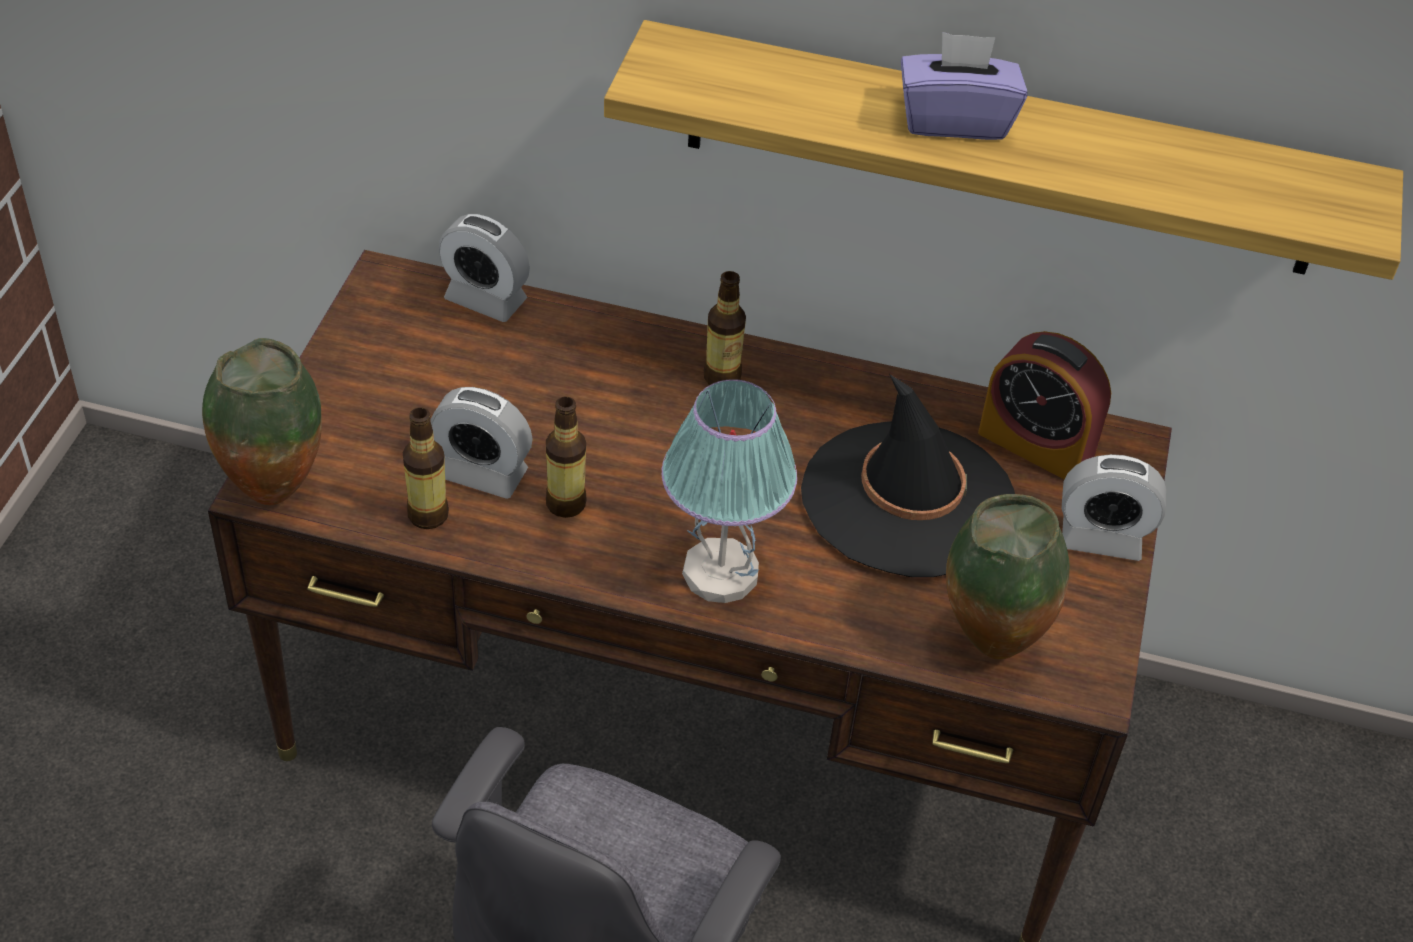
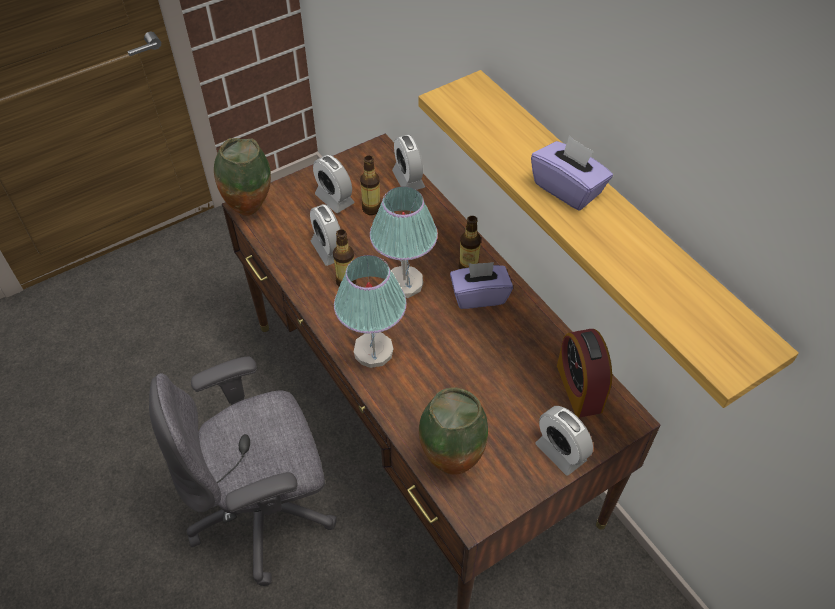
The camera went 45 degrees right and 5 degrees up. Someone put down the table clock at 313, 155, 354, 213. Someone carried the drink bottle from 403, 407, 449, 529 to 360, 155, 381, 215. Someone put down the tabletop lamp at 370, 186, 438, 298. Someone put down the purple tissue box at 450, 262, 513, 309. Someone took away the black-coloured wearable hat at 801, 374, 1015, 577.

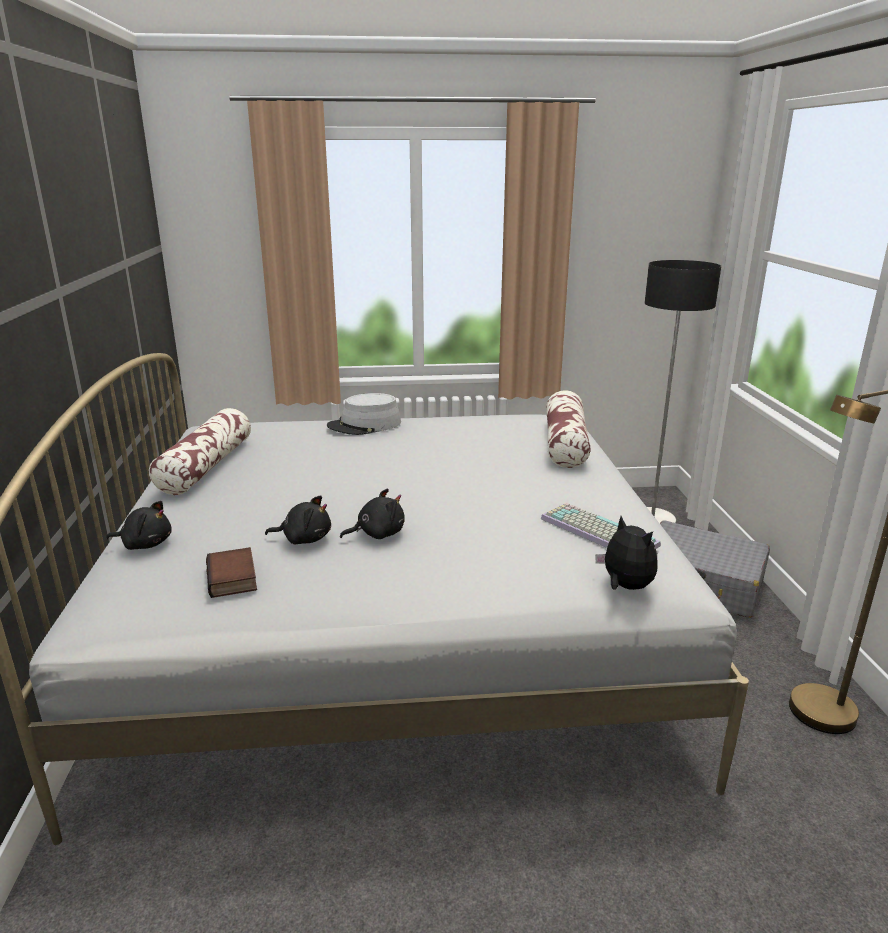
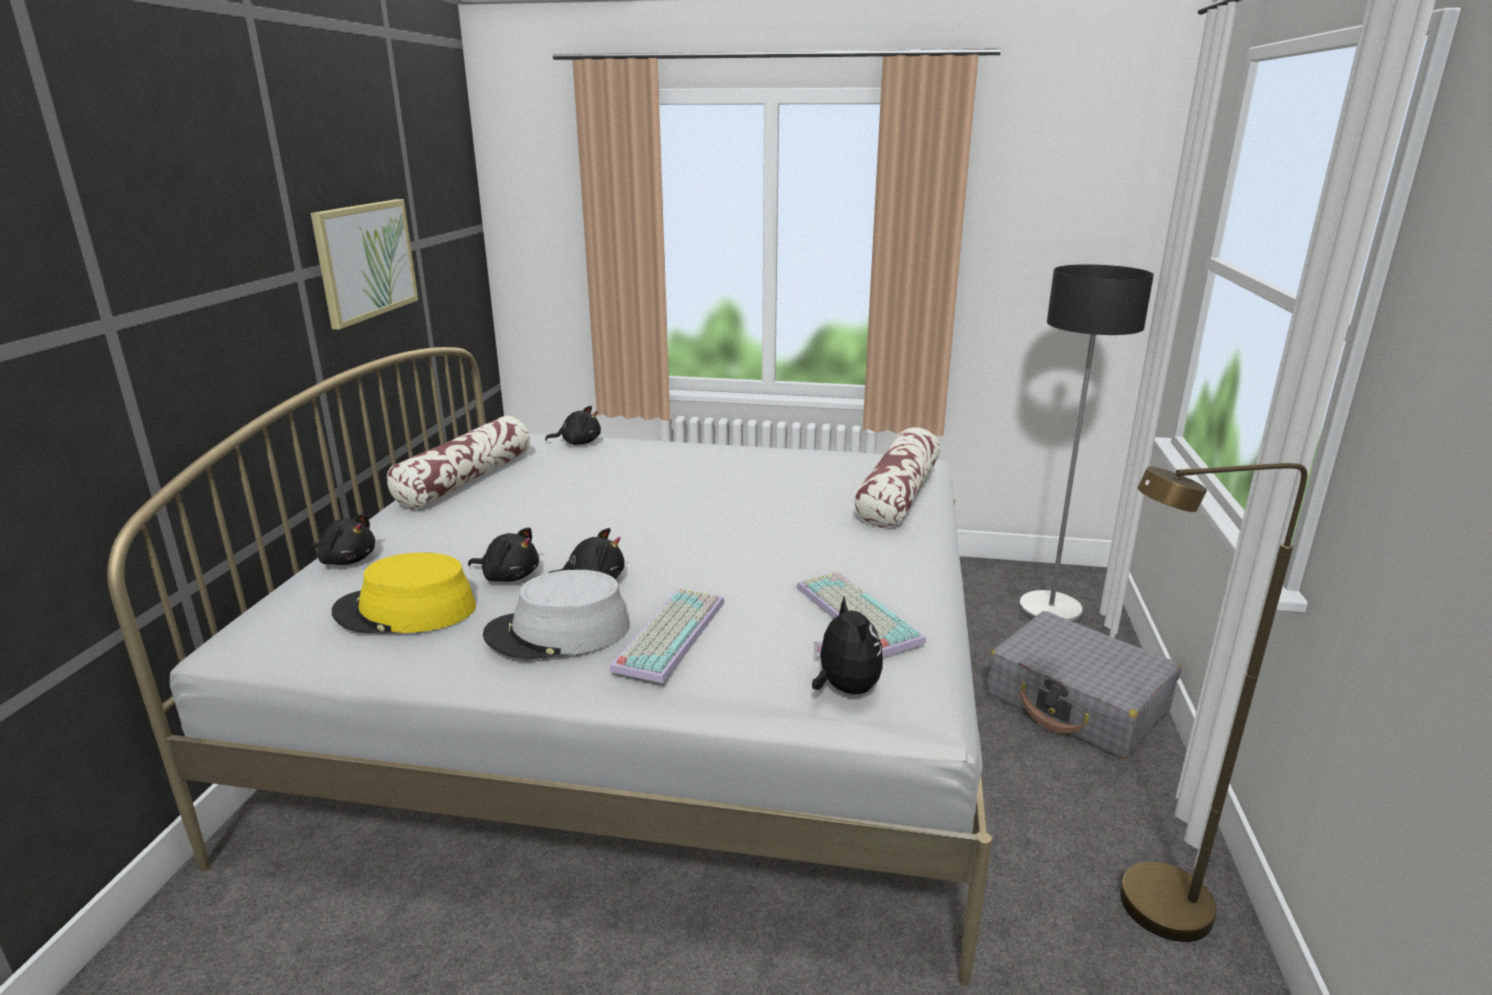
The camera went 15 degrees right and 0 degrees up. Someone put up the wall picture at 311, 199, 418, 330. Someone swapped the bound book at 206, 547, 257, 598 for the yellowish wearable hat at 332, 552, 476, 634. Someone carried the greyish wearable hat from 327, 393, 401, 435 to 483, 570, 630, 659. Someone put down the black-coloured cuddly toy at 545, 406, 601, 445. Someone put down the PC keyboard at 610, 588, 724, 683.

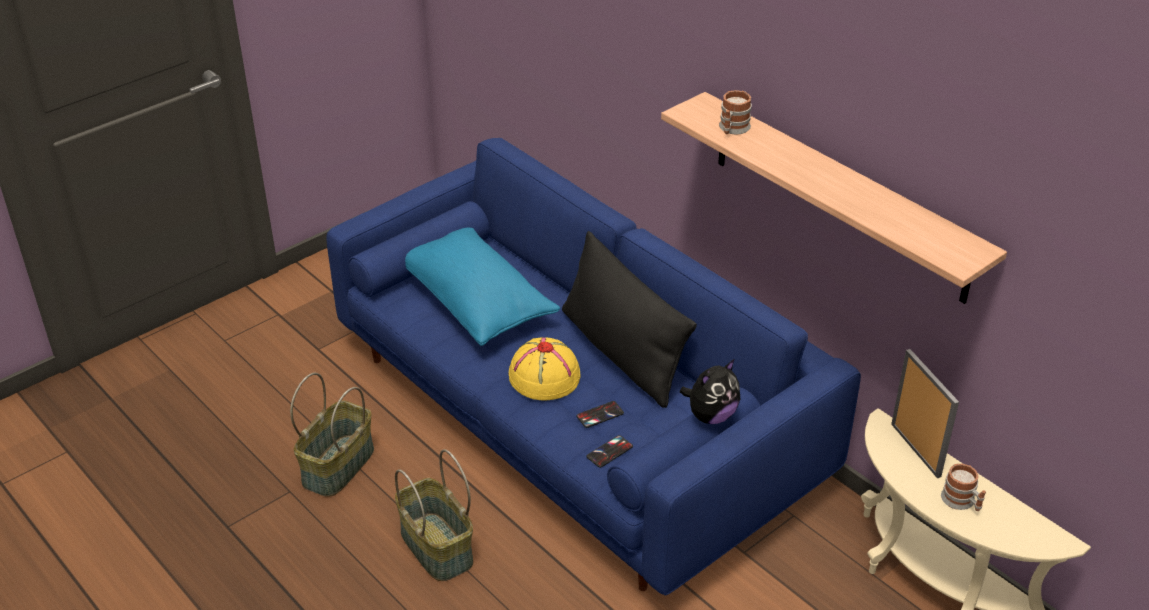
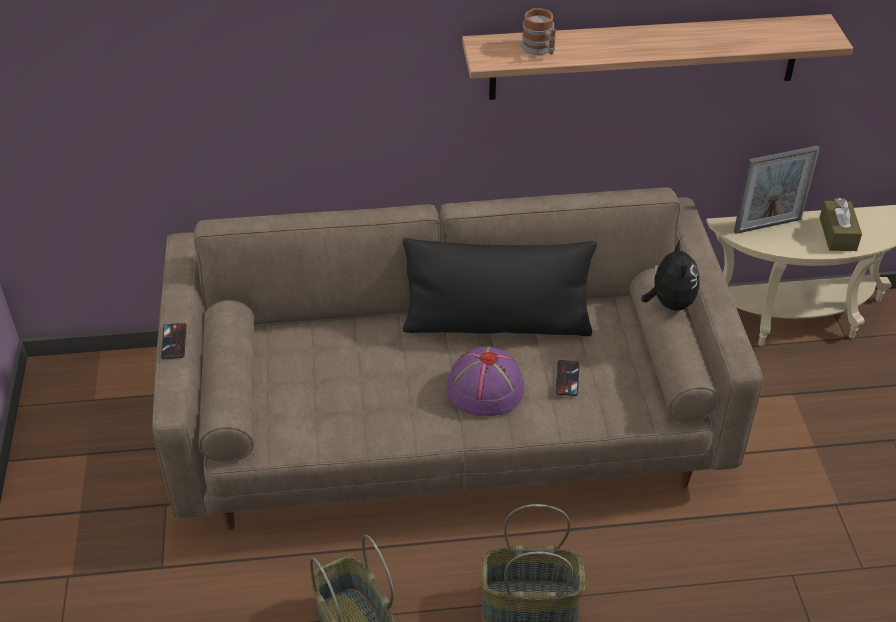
The camera went 55 degrees left and 5 degrees up. Someone repainted the blue-coloured settee at 326, 138, 861, 596, which became the beige-coloured settee at 152, 187, 763, 530. Someone carried the handset from 586, 435, 633, 468 to 161, 323, 186, 359. Someone repainted the yellowish wearable hat at 508, 337, 581, 401, which became the purple wearable hat at 447, 346, 524, 416. Someone rotated the standing frame at 891, 349, 959, 478 by 150 degrees clockwise. Someone swapped the mug at 941, 464, 986, 511 for the brownish tissue box at 820, 198, 862, 251. Someone took away the blue-coloured pillow at 405, 227, 560, 346.

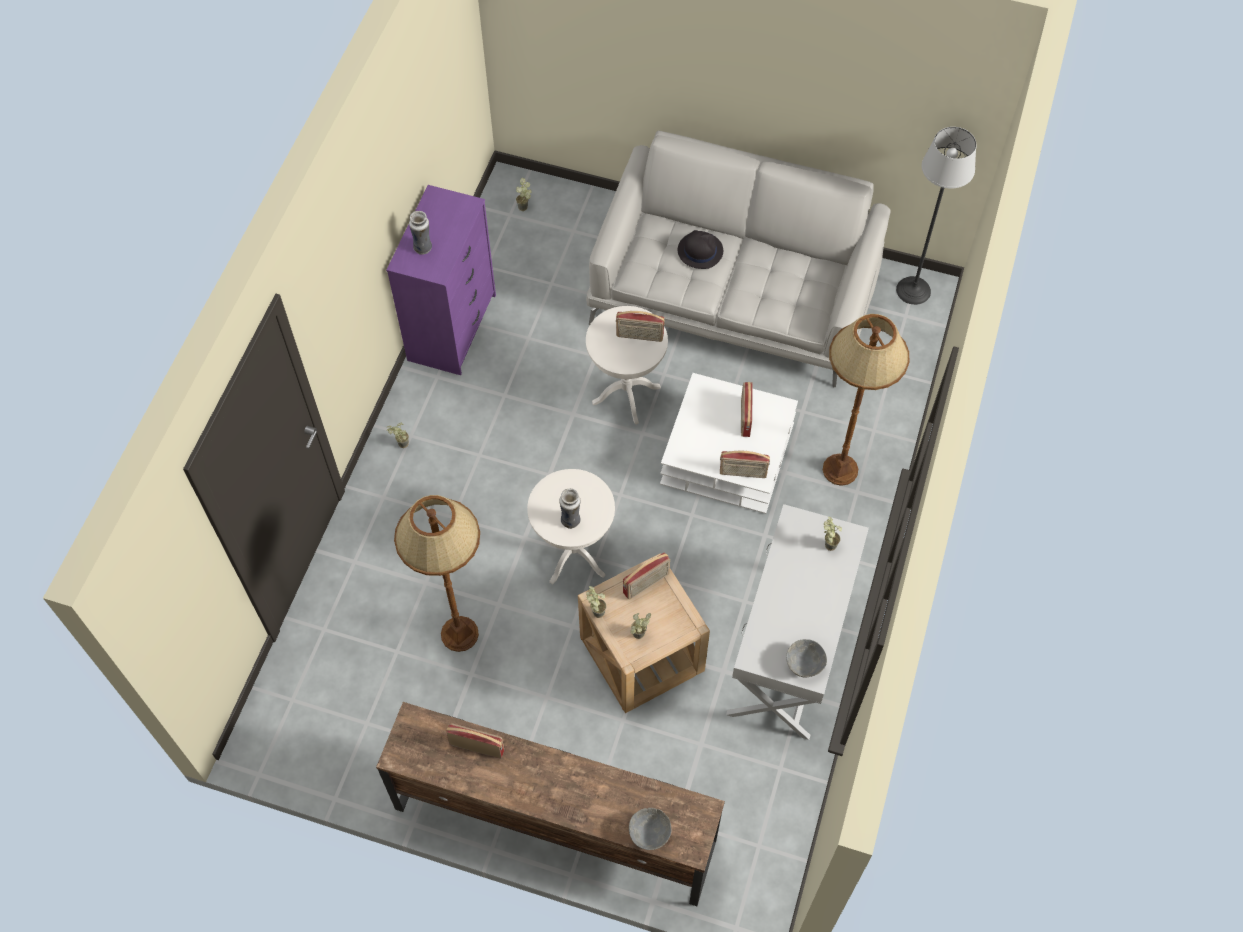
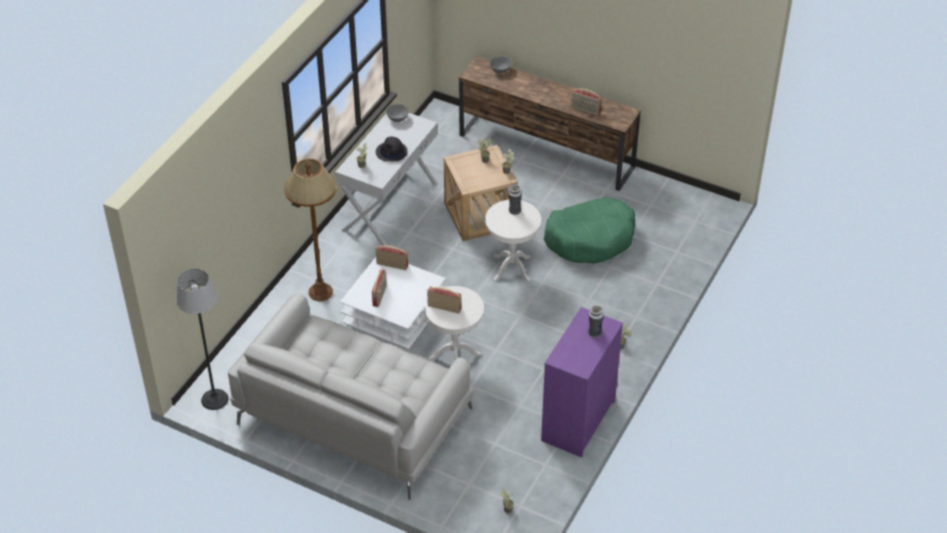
The camera went 170 degrees left and 15 degrees down. Someone carried the black-coloured wearable hat from 678, 230, 723, 269 to 376, 137, 408, 162. Someone swapped the brownish standard lamp at 394, 495, 480, 652 for the greenish pet bed at 544, 198, 635, 264. Someone took away the radio set at 623, 552, 670, 600.

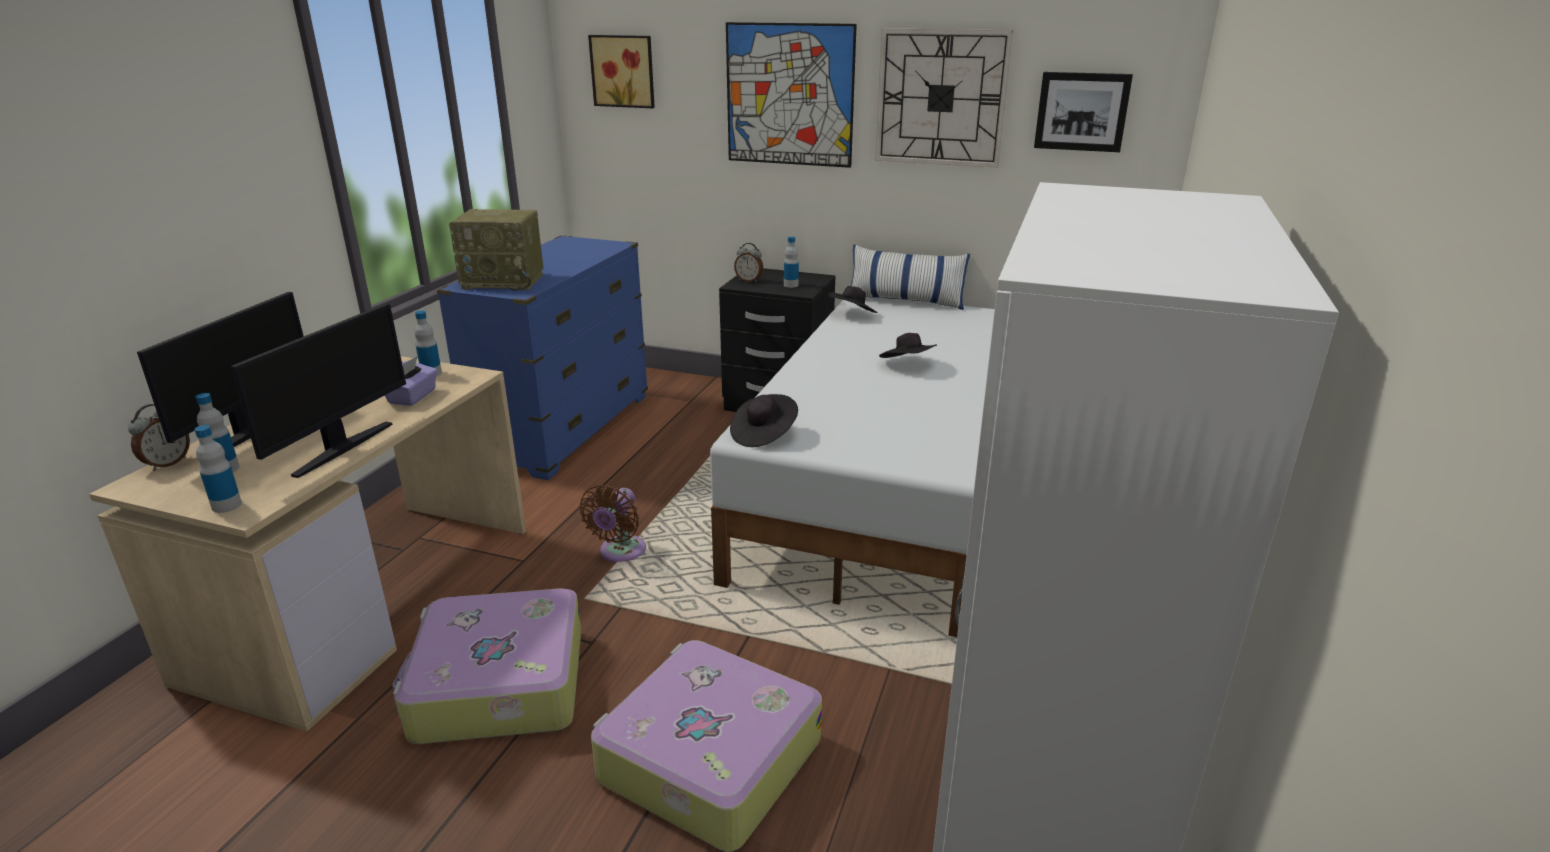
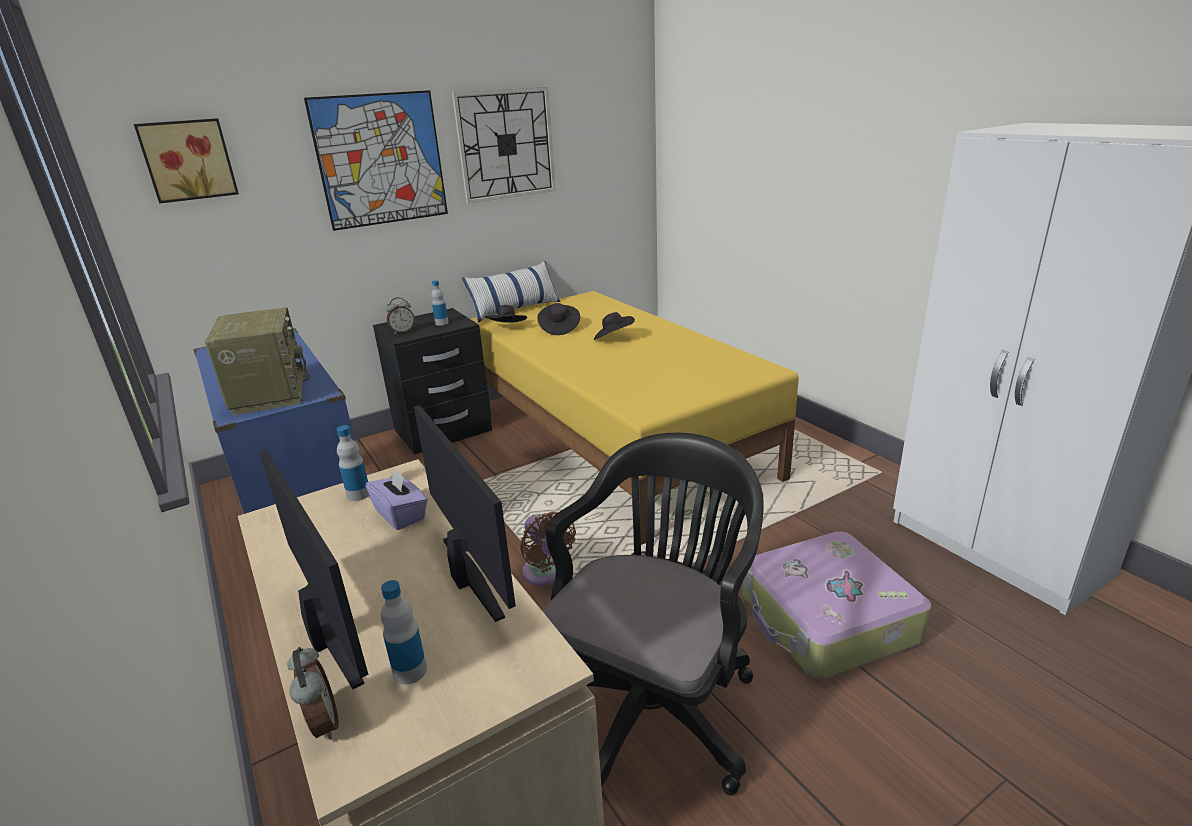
The camera went 50 degrees left and 0 degrees up. Someone rotated the radio set at 449, 209, 543, 290 by 60 degrees counterclockwise. Someone repainted the whitish sleeping bed at 710, 297, 995, 637, which became the yellowish sleeping bed at 471, 291, 799, 545. Someone carried the black-coloured wearable hat from 730, 394, 798, 447 to 537, 303, 580, 335. Someone swapped the suitcase at 392, 588, 581, 744 for the black-coloured office chair at 542, 433, 764, 795. Someone took away the drink bottle at 194, 425, 242, 513. Someone took away the wall picture at 1034, 72, 1133, 152.

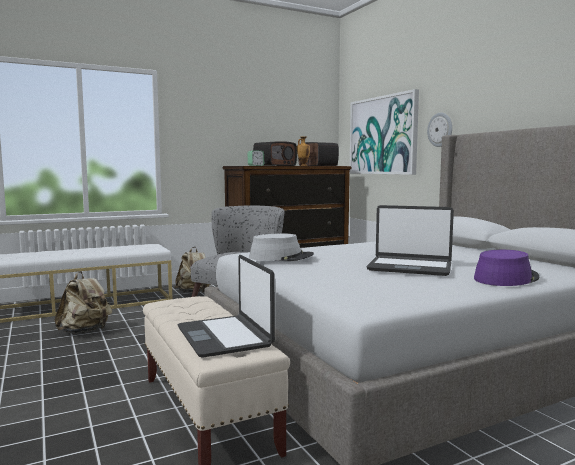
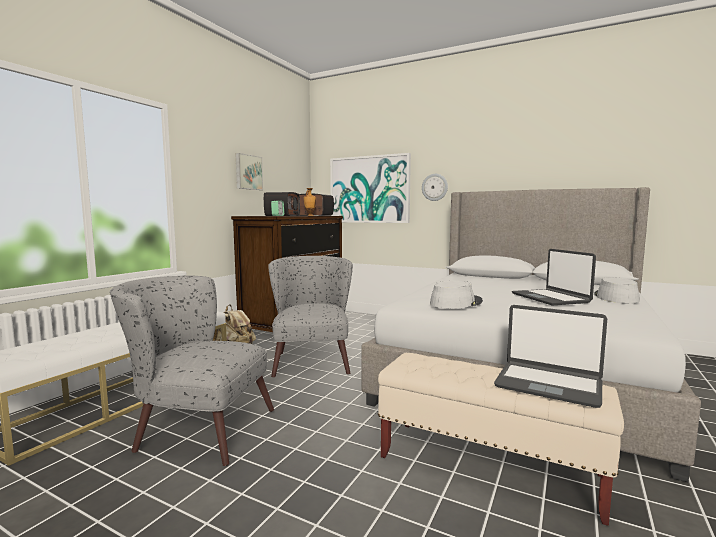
The camera went 35 degrees left and 0 degrees up. Someone swapped the beige-coloured rucksack at 54, 271, 112, 334 for the greyish armchair at 110, 276, 274, 466. Someone put up the wall picture at 235, 153, 263, 190. Someone rotated the notebook computer at 366, 205, 454, 276 by 90 degrees clockwise. Someone repainted the purple wearable hat at 474, 250, 539, 286, which became the greyish wearable hat at 594, 277, 640, 304.

